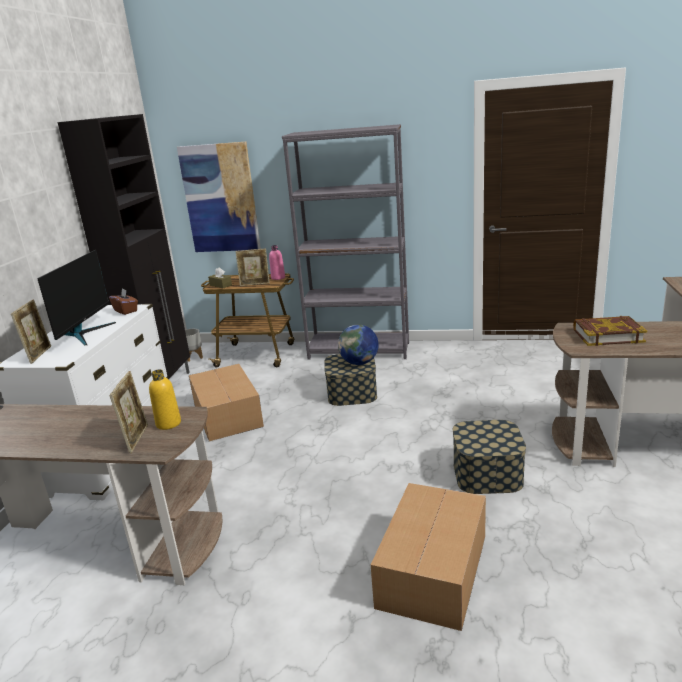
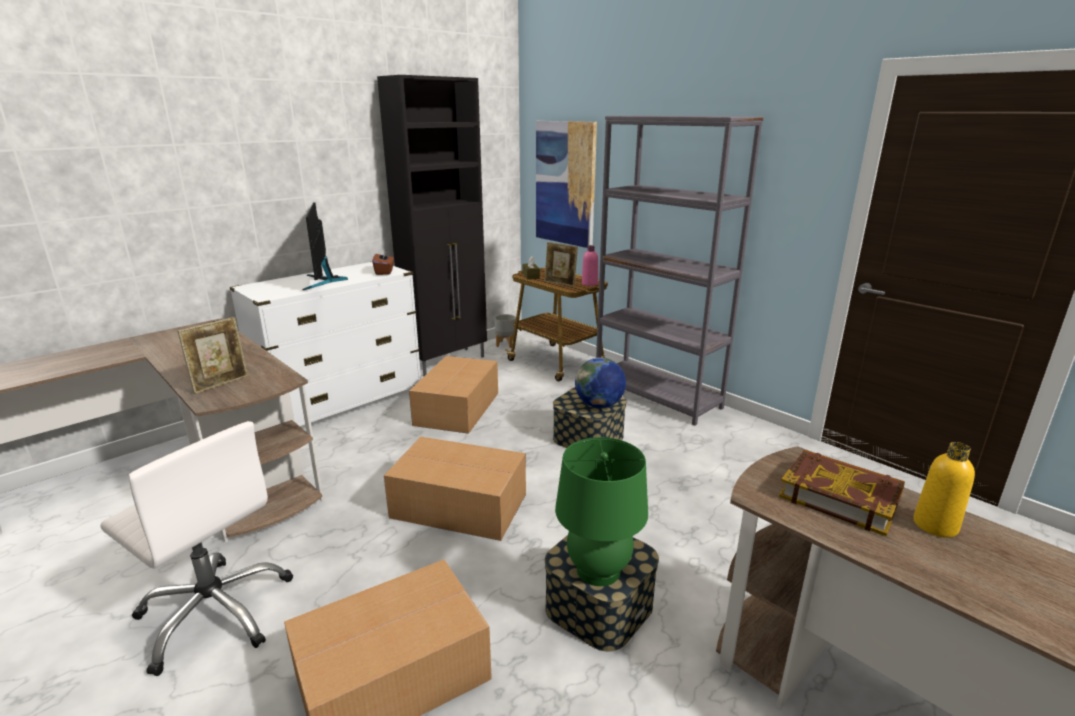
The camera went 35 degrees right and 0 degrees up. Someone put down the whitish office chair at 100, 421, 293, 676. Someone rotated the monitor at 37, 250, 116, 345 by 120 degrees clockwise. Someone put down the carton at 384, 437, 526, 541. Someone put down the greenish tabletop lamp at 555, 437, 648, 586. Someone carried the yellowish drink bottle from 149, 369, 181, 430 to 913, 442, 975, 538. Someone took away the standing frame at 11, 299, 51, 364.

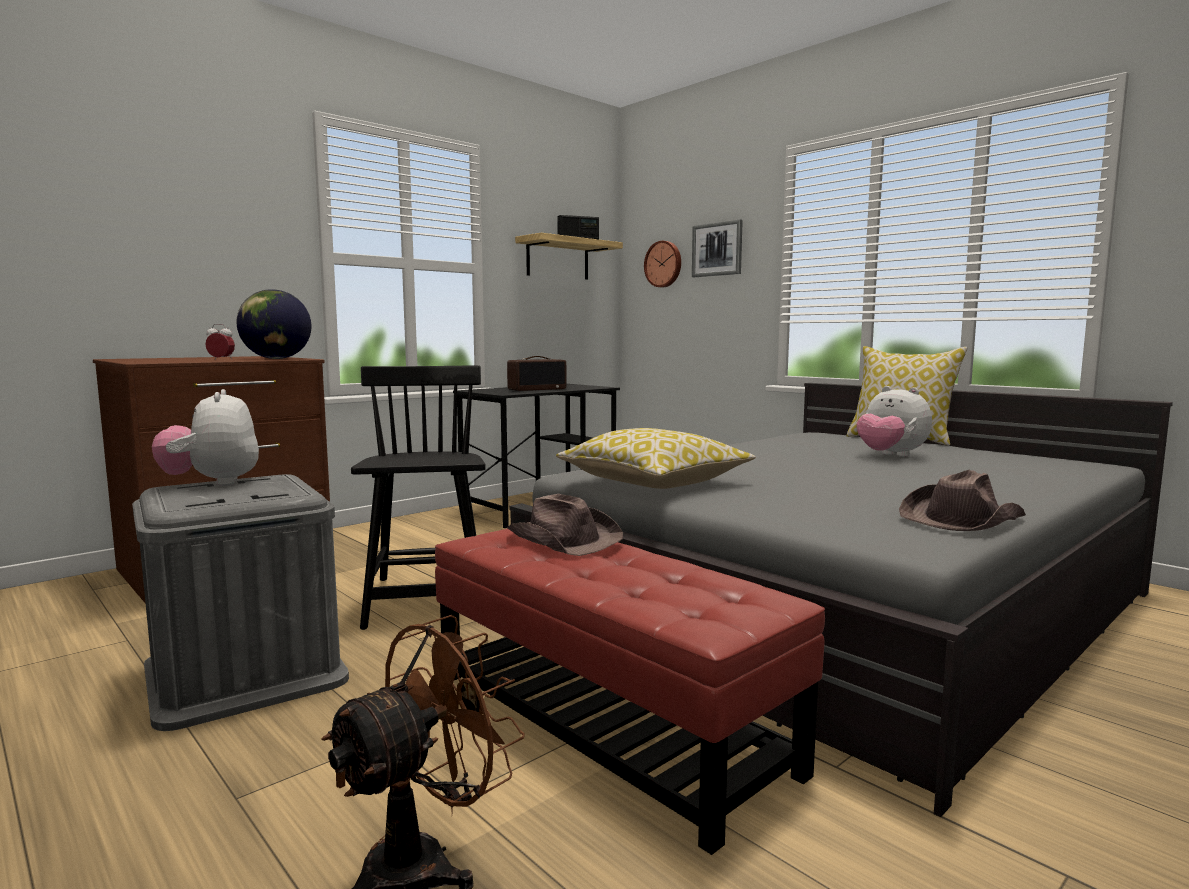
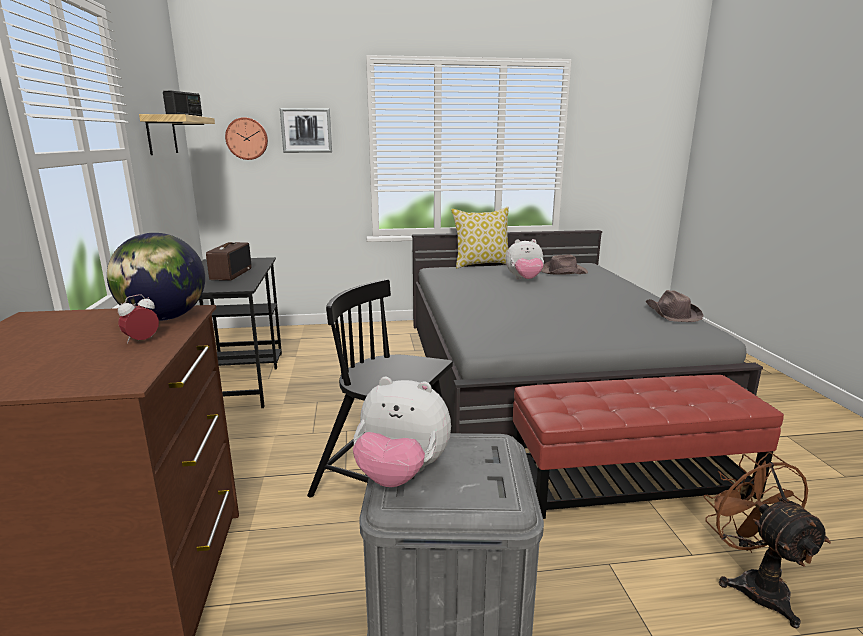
The camera went 55 degrees left and 10 degrees up. Someone carried the brownish wearable hat from 507, 494, 623, 556 to 541, 254, 588, 275. Someone took away the pillow at 556, 428, 756, 489.

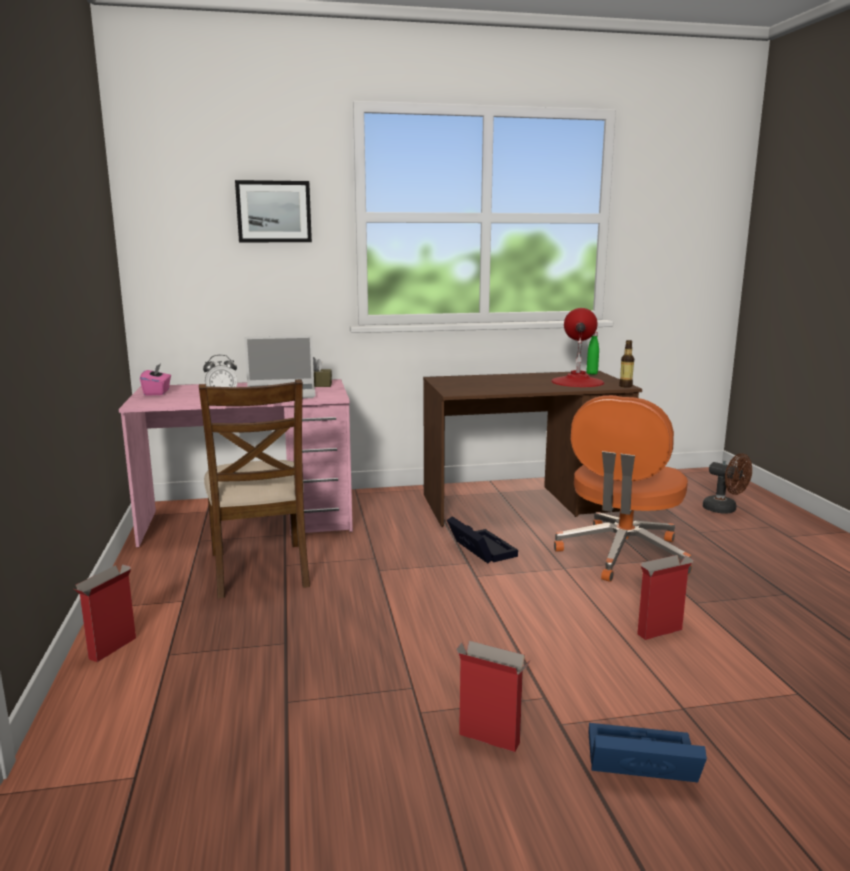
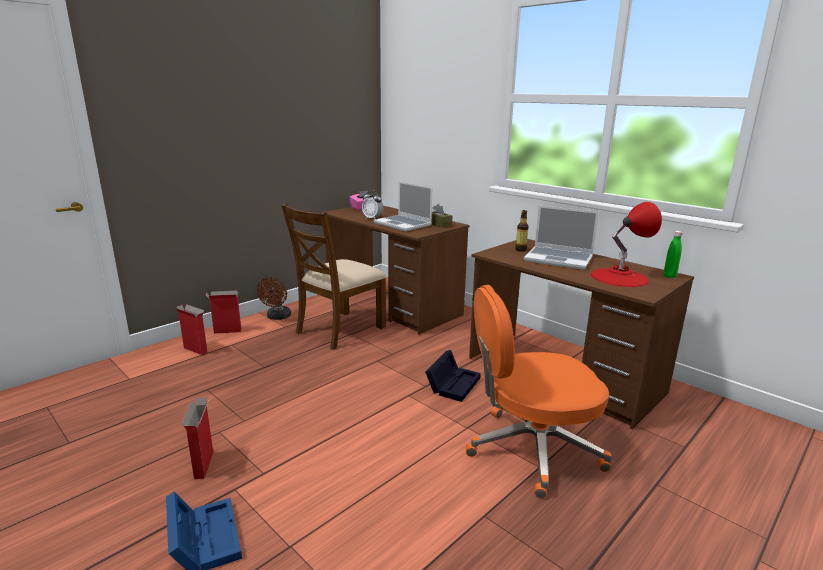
The camera went 55 degrees right and 5 degrees up. Someone carried the carton from 637, 555, 694, 640 to 176, 304, 208, 355. Someone carried the brownish fan from 703, 453, 752, 514 to 257, 277, 291, 320. Someone repainted the pink-coloured desk table at 119, 379, 353, 548, which became the brownish desk table at 320, 206, 470, 335. Someone carried the drink bottle from 619, 340, 634, 388 to 515, 210, 529, 252. Someone put down the notebook computer at 524, 205, 599, 270. Someone took away the wall picture at 235, 180, 312, 242.

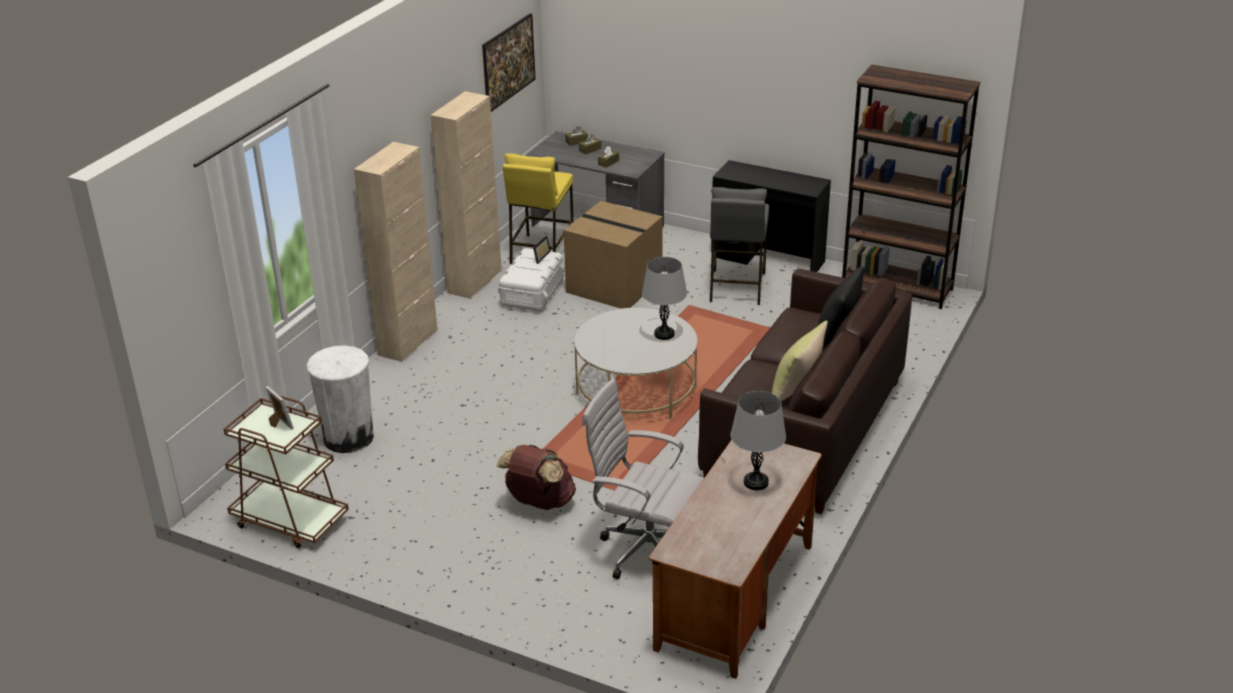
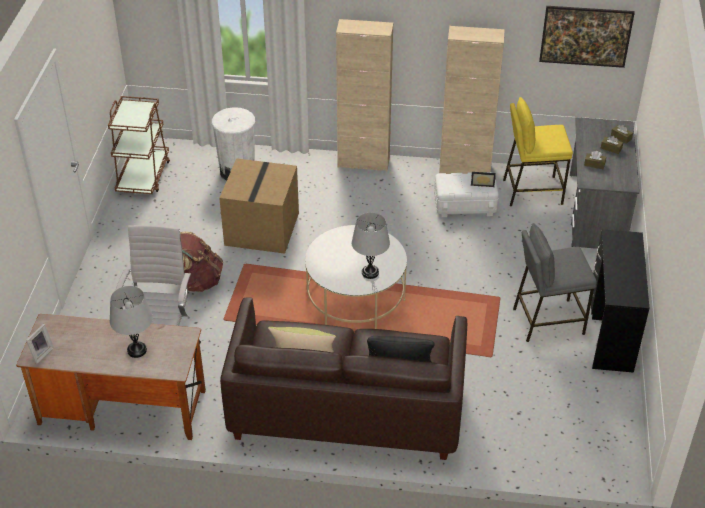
The camera went 70 degrees right and 10 degrees up. Someone carried the standing frame from 265, 386, 294, 430 to 26, 324, 54, 364. Someone carried the carton from 563, 201, 662, 309 to 219, 158, 299, 254. Someone took away the brownish bookcase at 842, 64, 980, 309.

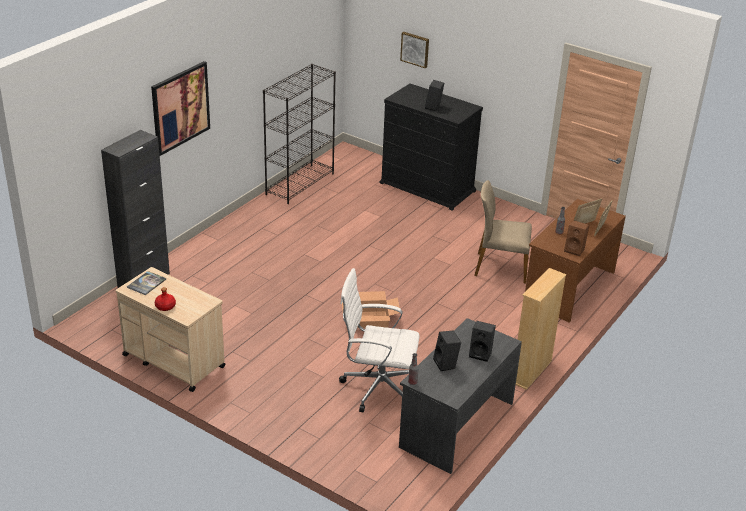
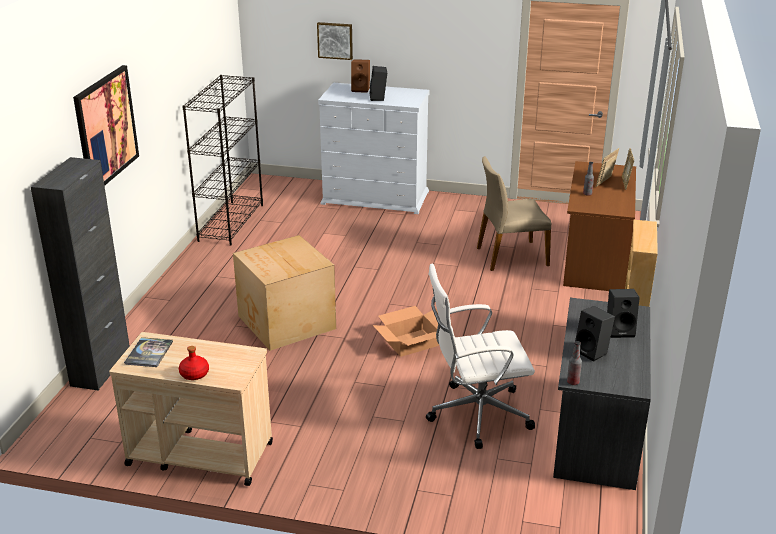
The camera went 20 degrees left and 5 degrees down. Someone put down the carton at 233, 235, 336, 351. Someone repainted the black-coloured dresser at 380, 84, 483, 211, which became the whitish dresser at 318, 83, 430, 214. Someone carried the brownish audio speaker from 564, 220, 589, 256 to 351, 59, 370, 93.

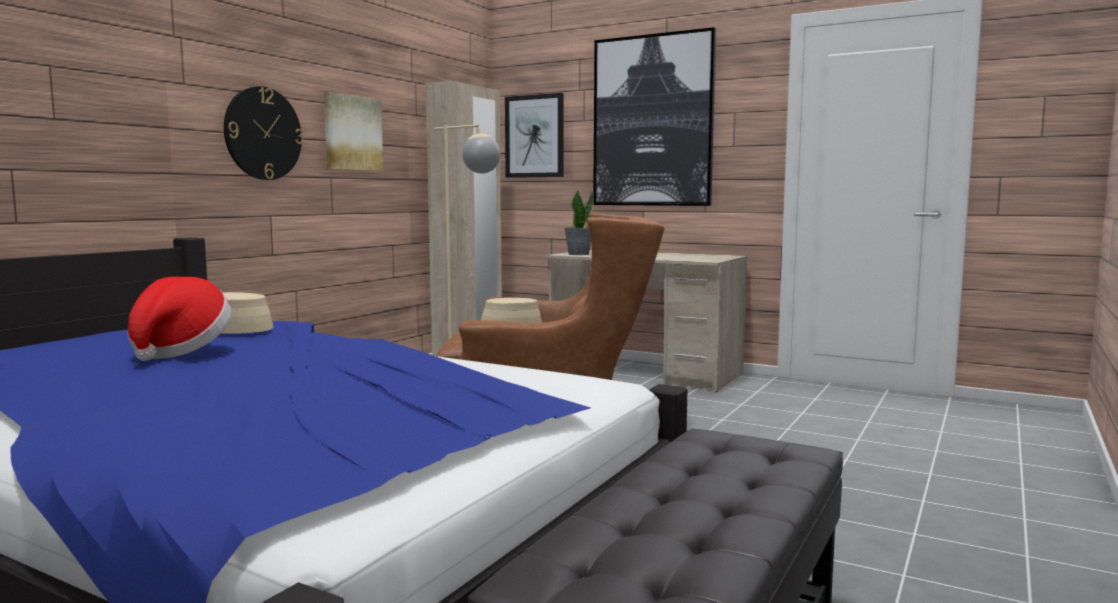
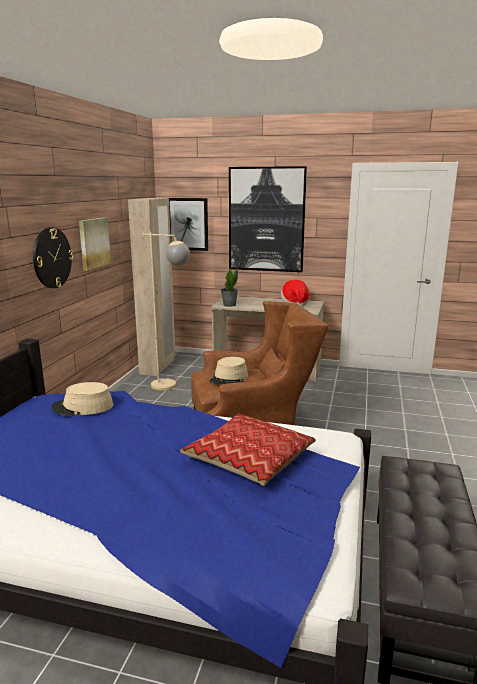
The camera went 15 degrees left and 10 degrees up. Someone put down the pillow at 180, 414, 316, 486. Someone carried the wearable hat from 128, 277, 232, 361 to 281, 280, 310, 306.

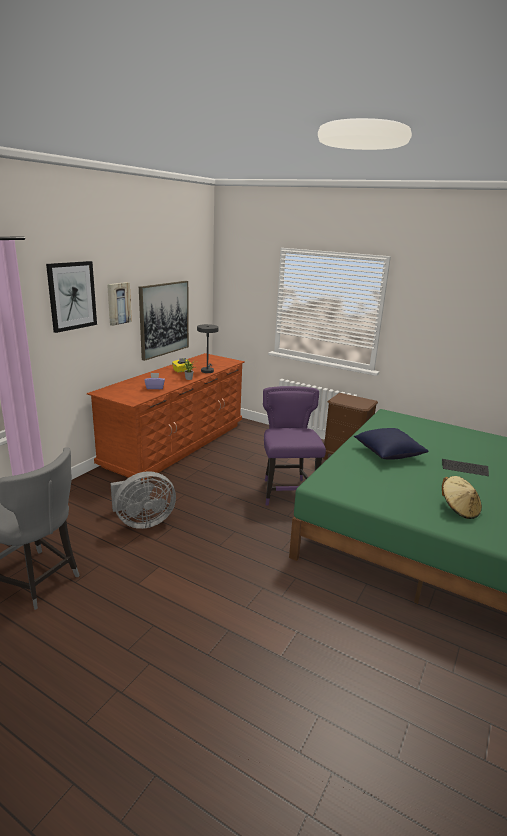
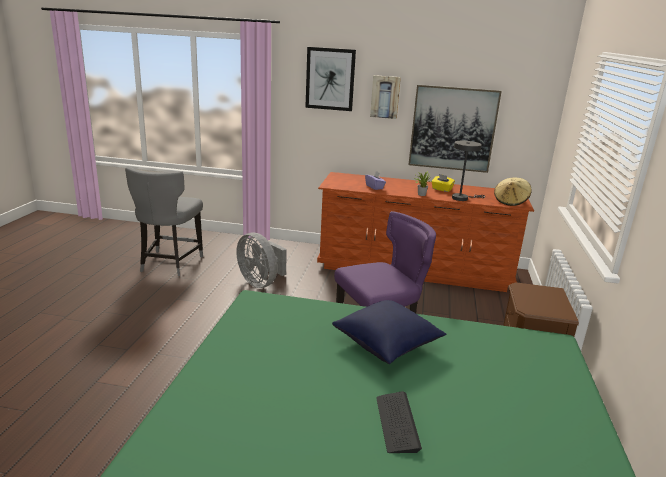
The camera went 70 degrees right and 0 degrees up. Someone carried the beige-coloured wearable hat from 442, 476, 482, 519 to 494, 178, 532, 206.

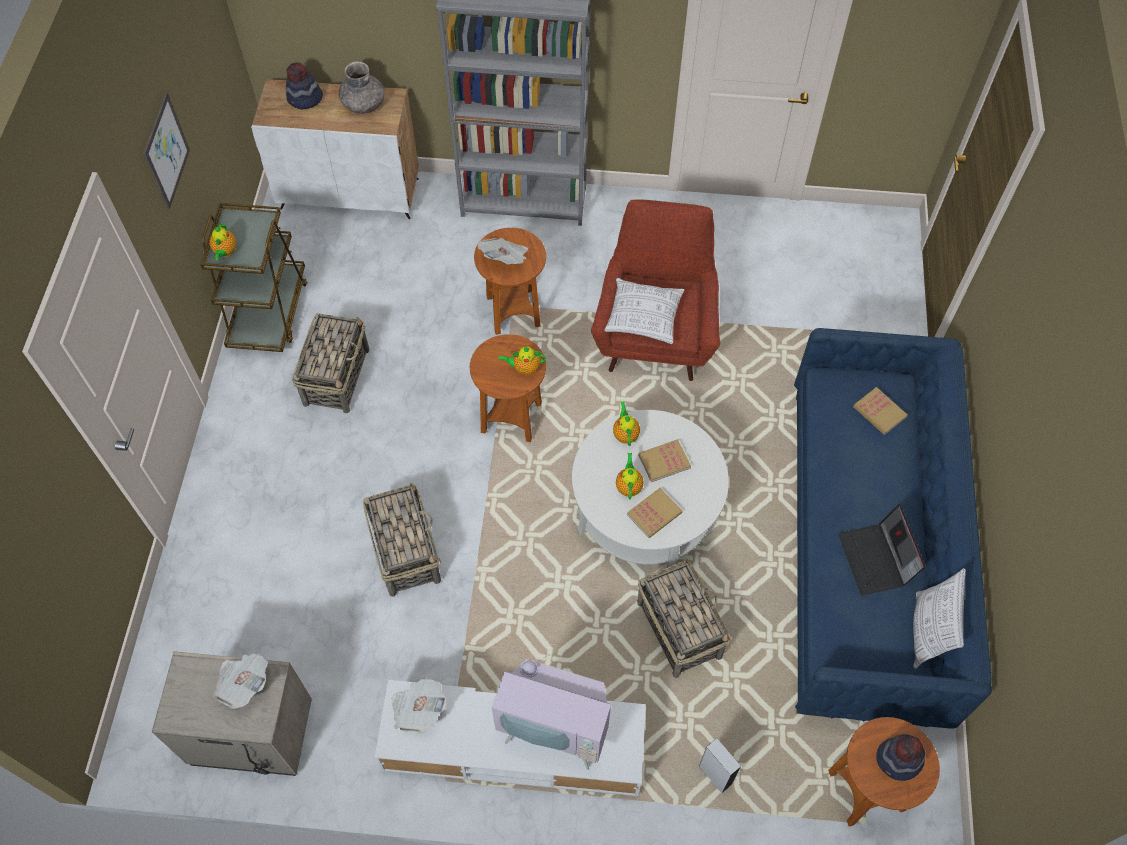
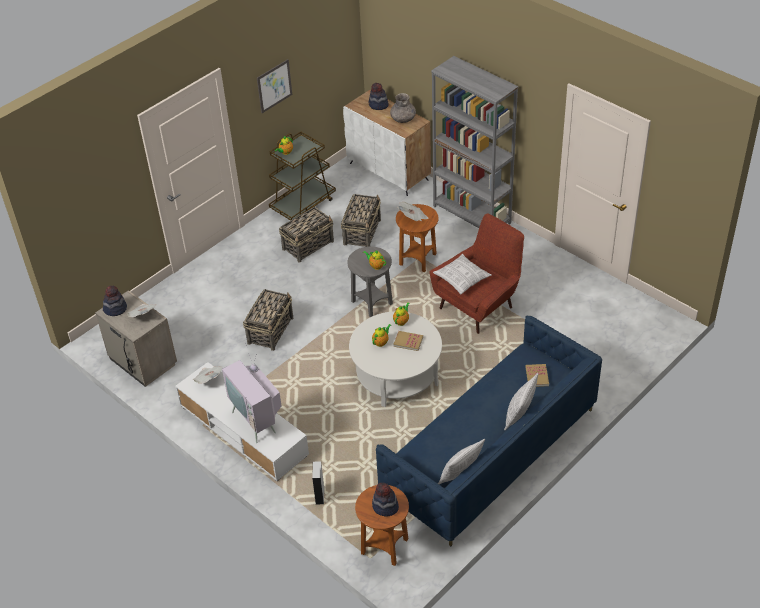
The camera went 40 degrees right and 15 degrees down. Someone put down the wearable hat at 103, 286, 127, 316. Someone carried the storage basket from 637, 559, 732, 678 to 341, 194, 381, 247. Someone repainted the brownish accent table at 470, 334, 546, 442, which became the greyish accent table at 347, 246, 393, 317. Someone put down the pillow at 504, 373, 538, 430. Someone took away the bound book at 627, 488, 682, 538. Someone took away the notebook computer at 838, 504, 926, 595.

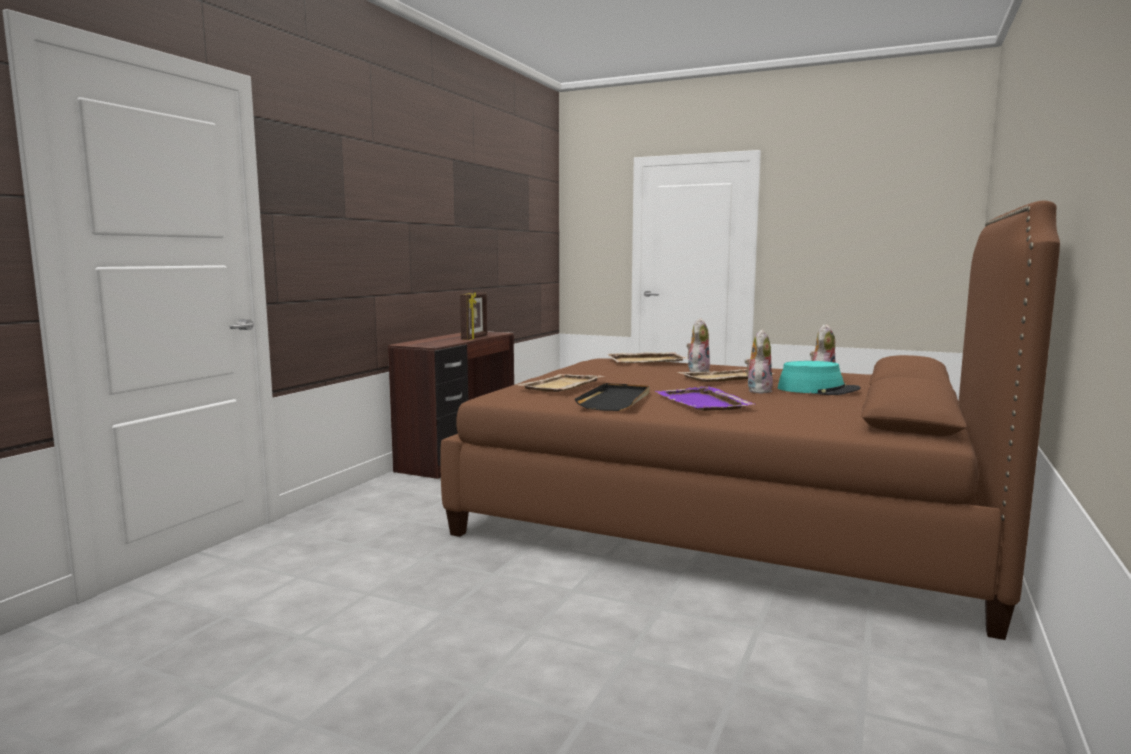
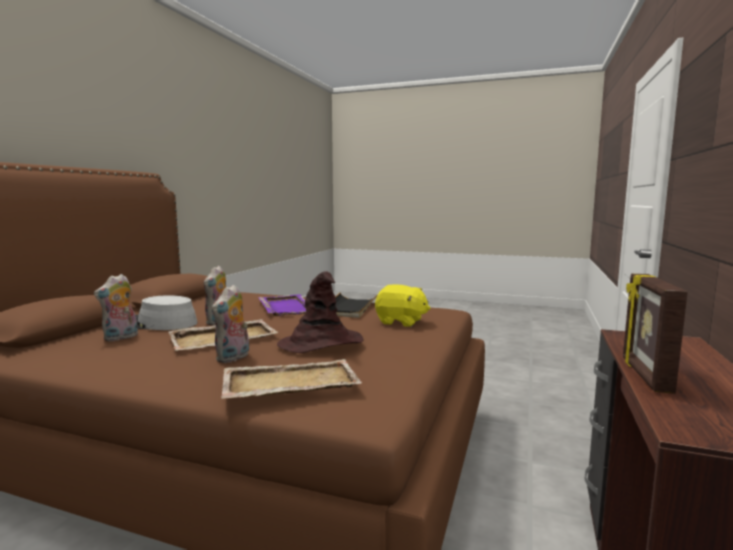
The camera went 175 degrees right and 0 degrees up. Someone repainted the blue-green wearable hat at 778, 361, 861, 395, which became the greyish wearable hat at 136, 295, 197, 330. Someone put down the brownish wearable hat at 277, 271, 363, 353. Someone swapped the beige-coloured tray at 517, 374, 603, 392 for the yellowish cuddly toy at 375, 284, 431, 327.

